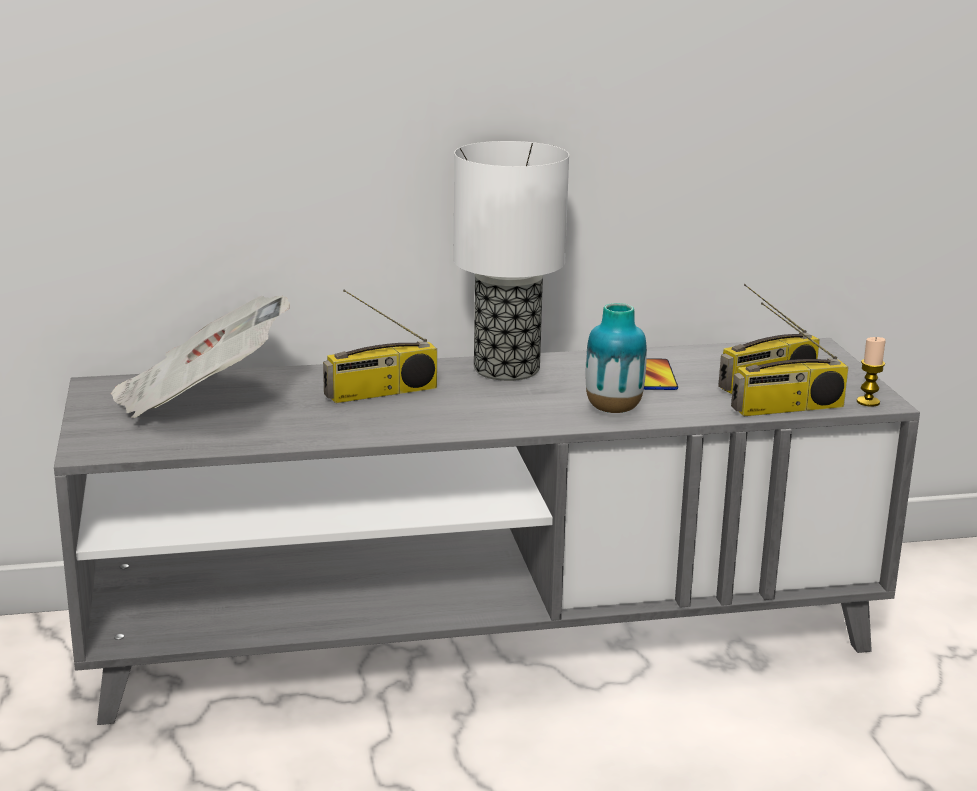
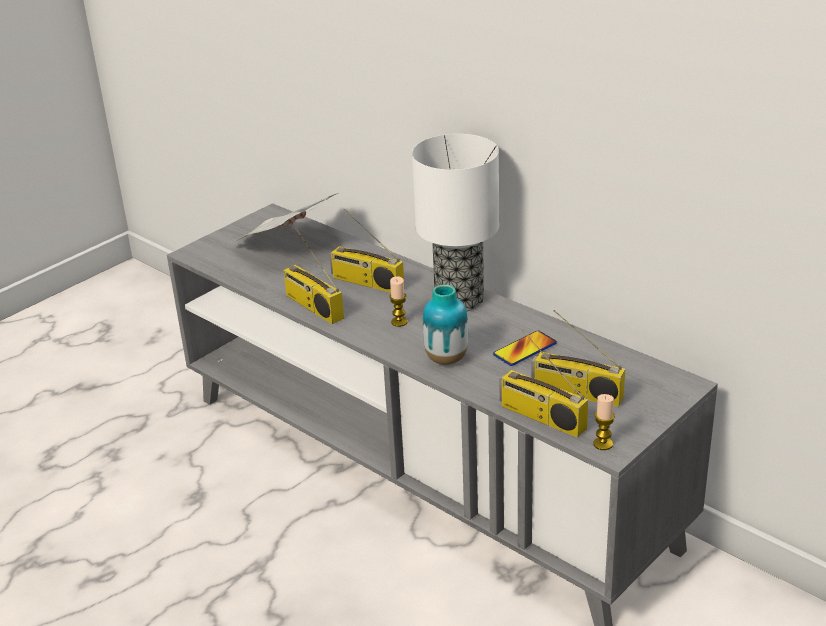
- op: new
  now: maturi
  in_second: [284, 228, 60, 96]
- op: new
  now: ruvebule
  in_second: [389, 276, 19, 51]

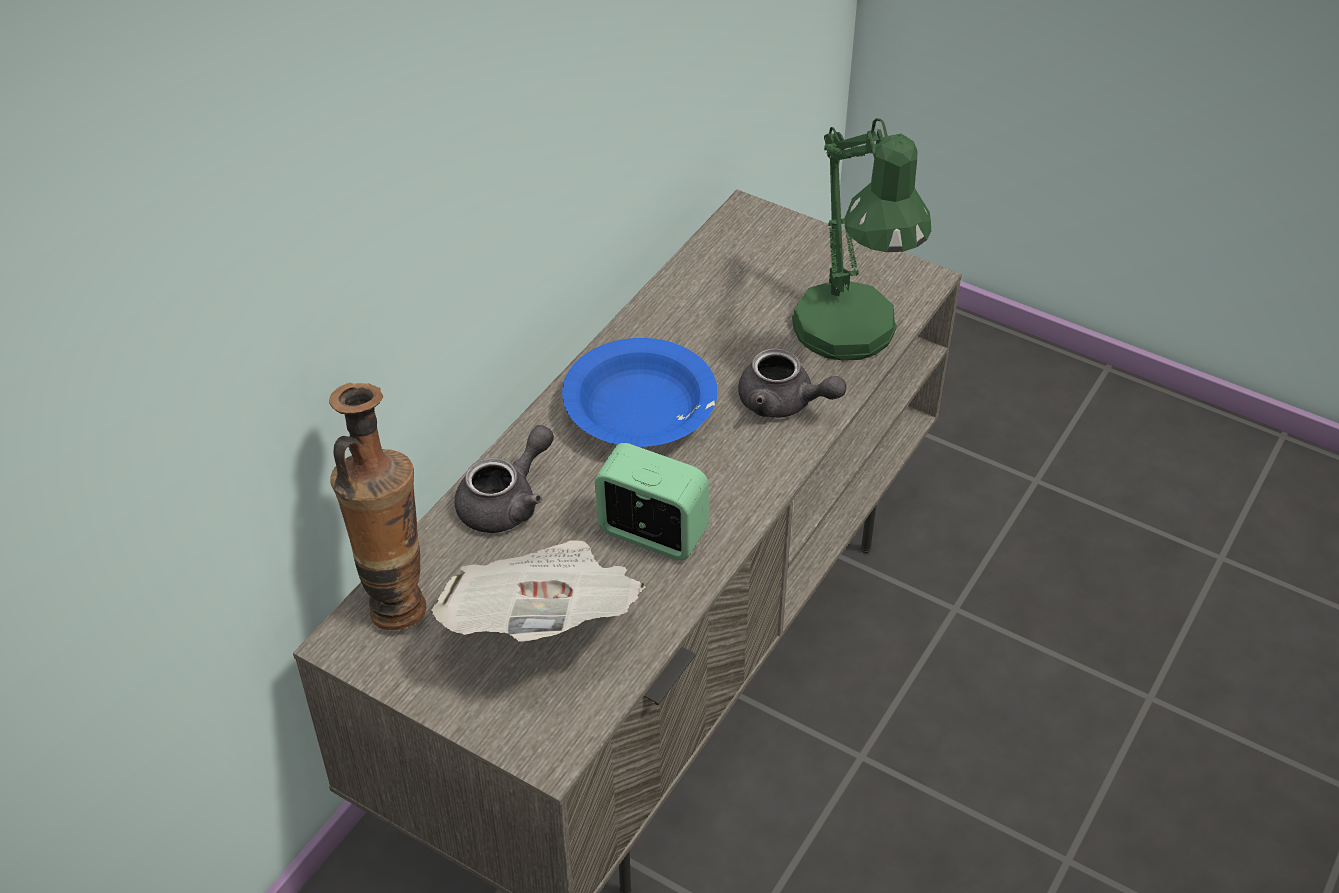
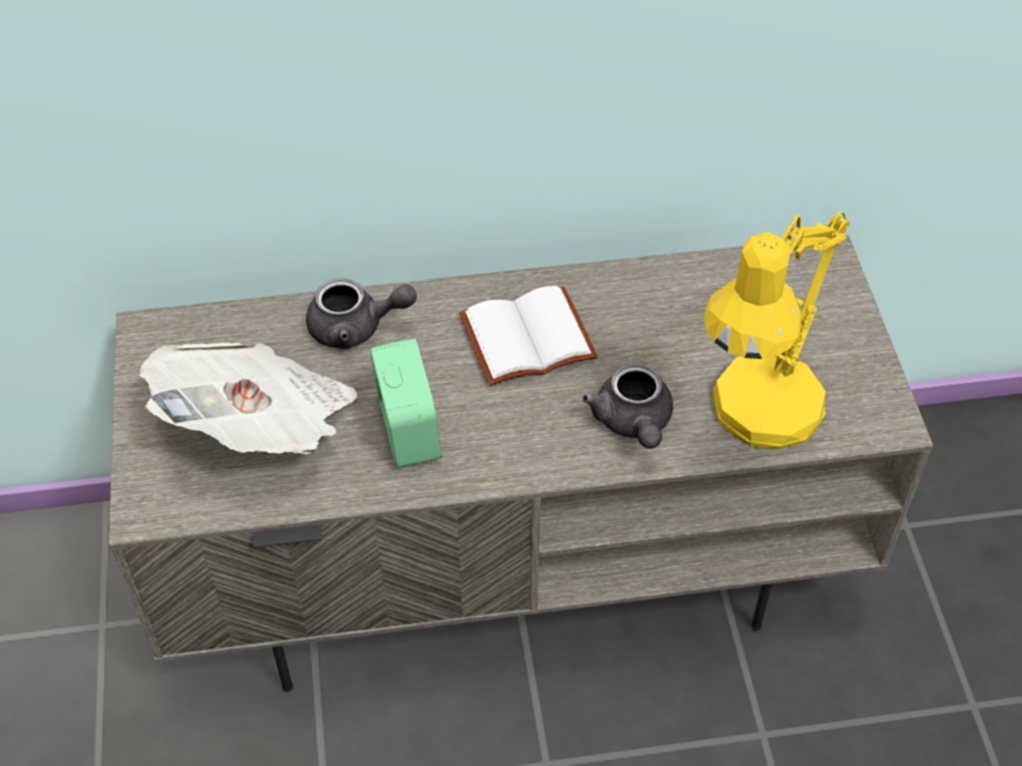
- op: swapped
  was: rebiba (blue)
  now: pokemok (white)
  in_first: [562, 338, 156, 109]
  in_second: [459, 286, 139, 100]
- op: repainted
  was: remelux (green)
  now: remelux (yellow)
  in_first: [792, 118, 139, 243]
  in_second: [704, 212, 146, 237]
- op: gone
  was: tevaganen
  in_first: [329, 383, 97, 247]

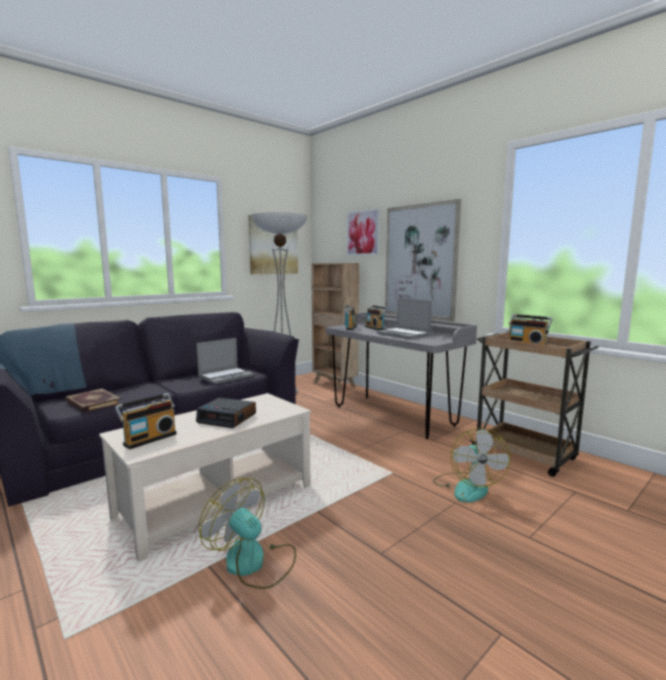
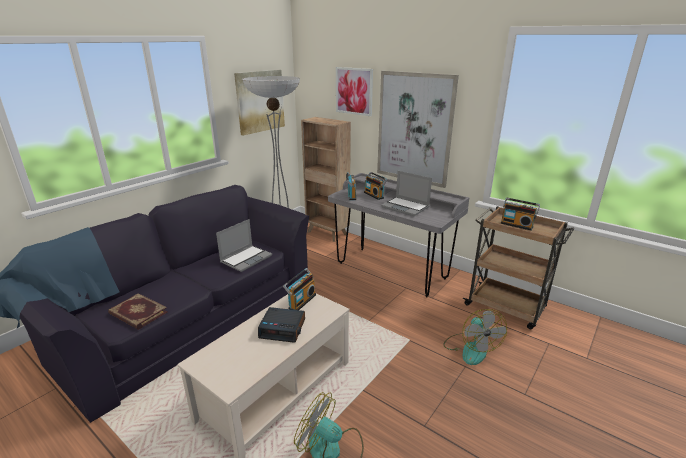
- op: shifted
  was: maturi
  in_first: [115, 393, 62, 56]
  in_second: [283, 268, 33, 42]

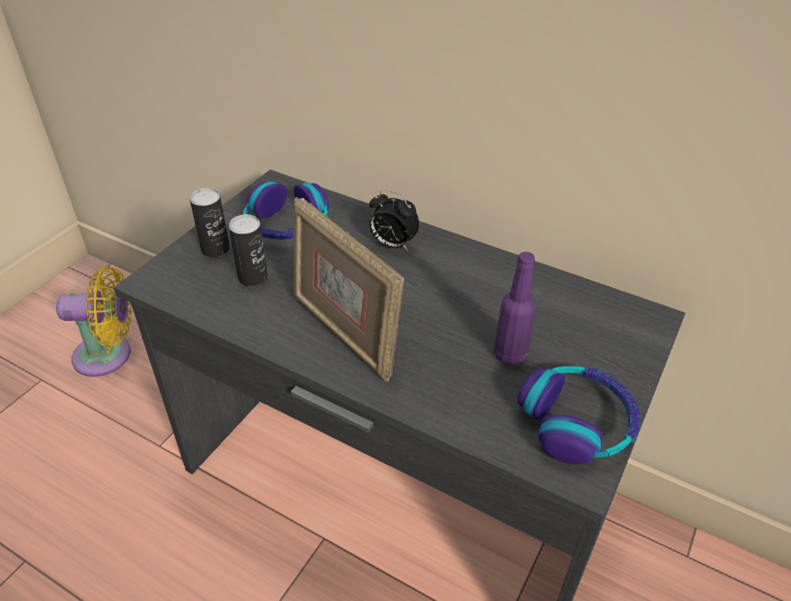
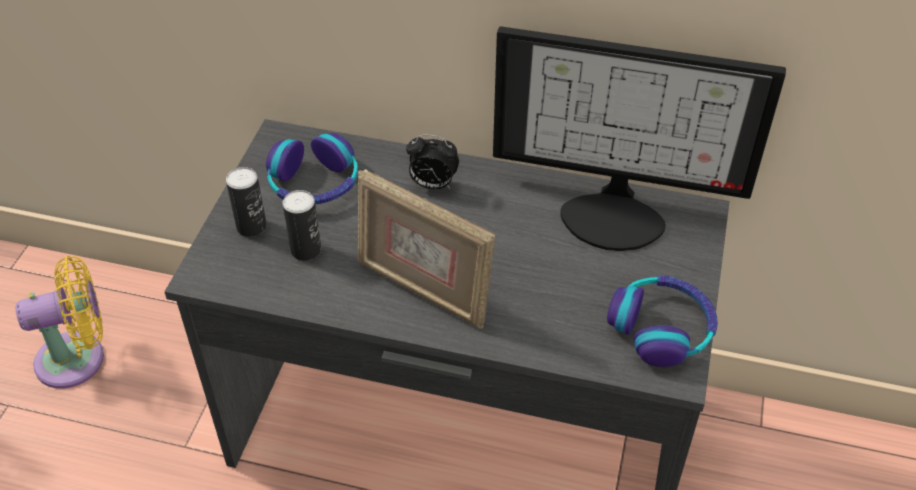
- op: new
  now: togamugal
  in_second: [493, 26, 293, 225]
- op: gone
  was: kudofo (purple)
  in_first: [494, 252, 42, 113]

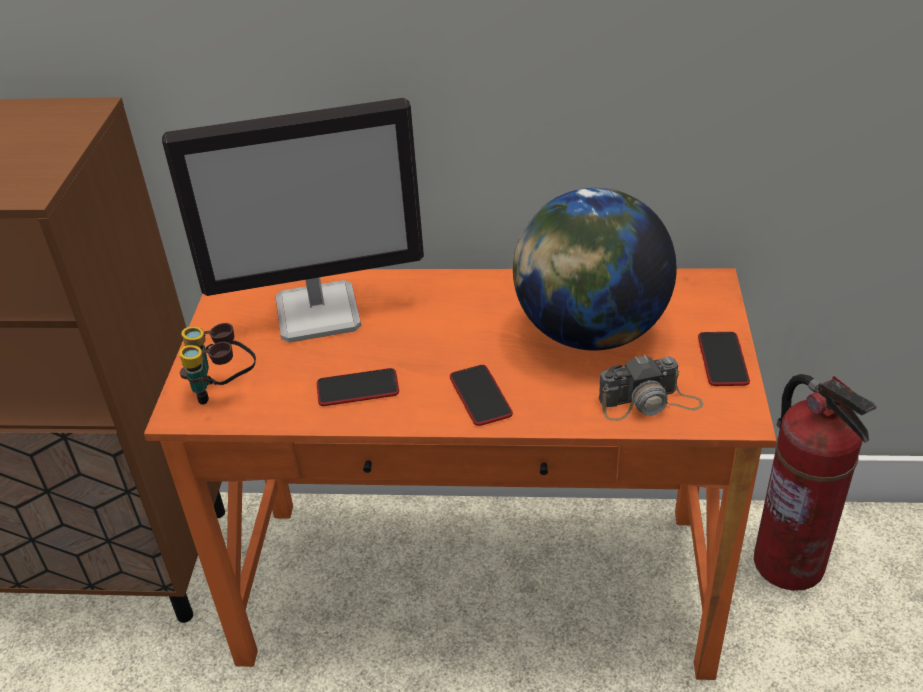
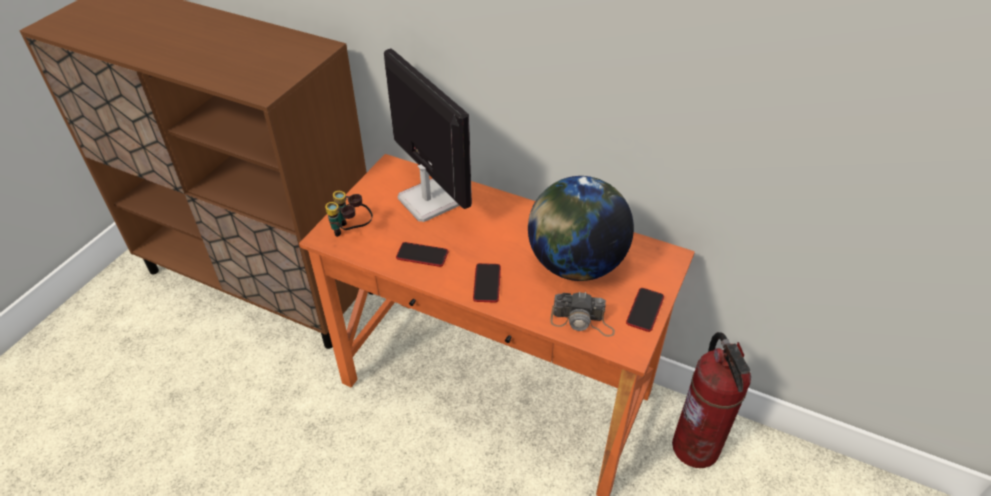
- op: rotated
  was: togamugal
  in_first: [162, 98, 262, 245]
  in_second: [384, 48, 88, 174]
  clockwise: -135

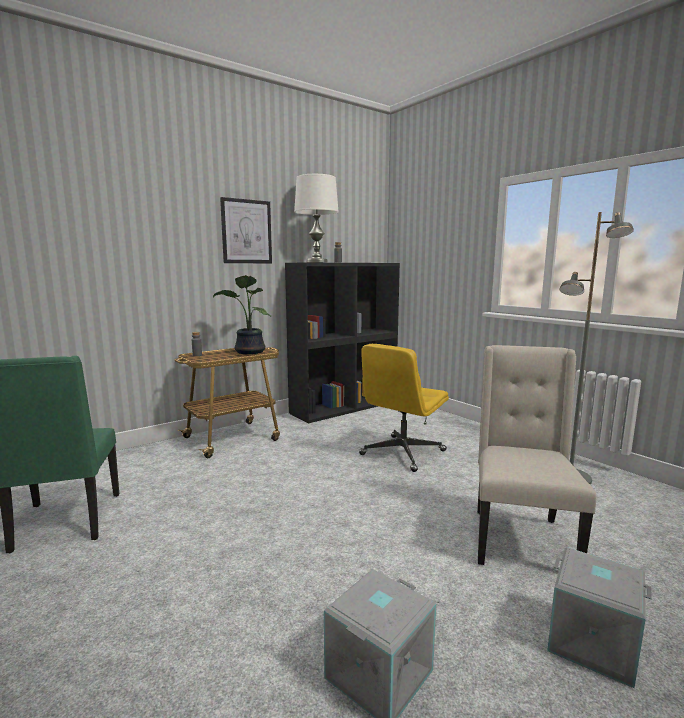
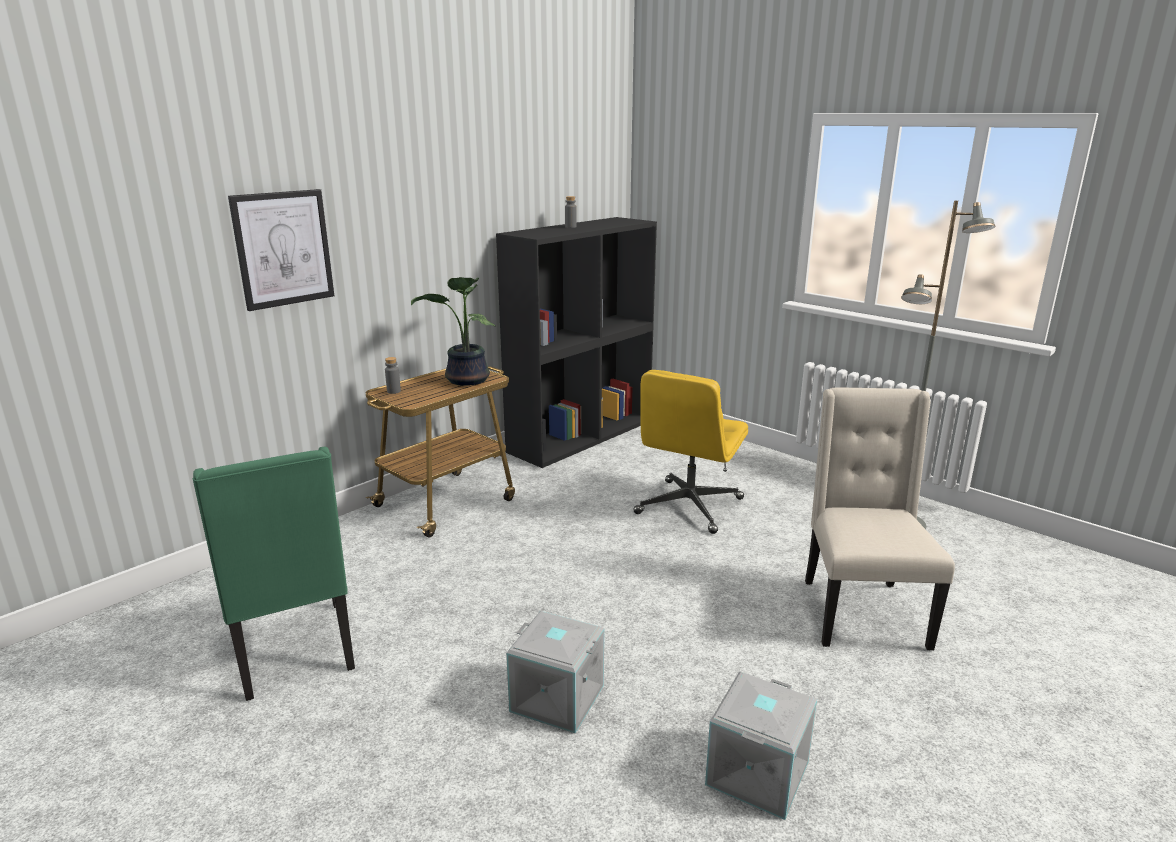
- op: shifted
  was: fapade
  in_first: [220, 197, 52, 66]
  in_second: [228, 189, 106, 122]
- op: shifted
  was: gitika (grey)
  in_first: [547, 547, 105, 141]
  in_second: [506, 611, 98, 122]
- op: gone
  was: remelux (white)
  in_first: [294, 174, 45, 89]

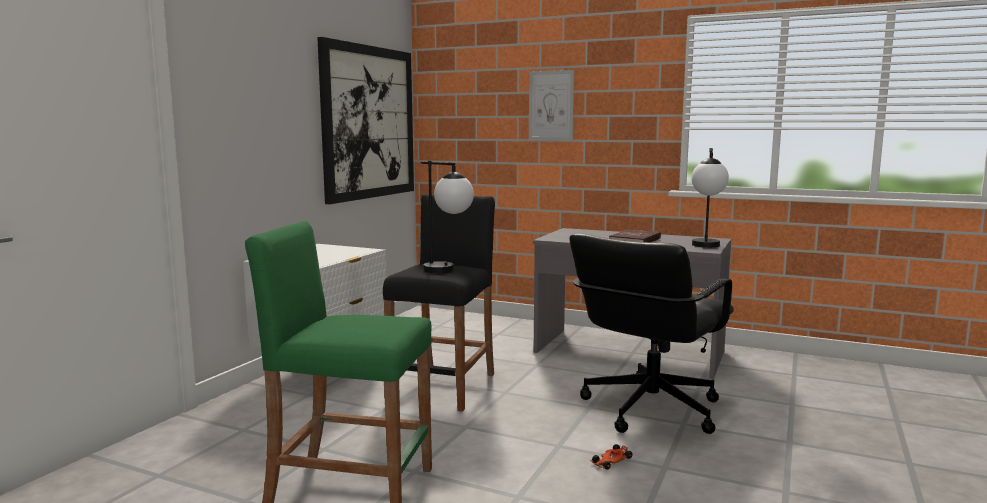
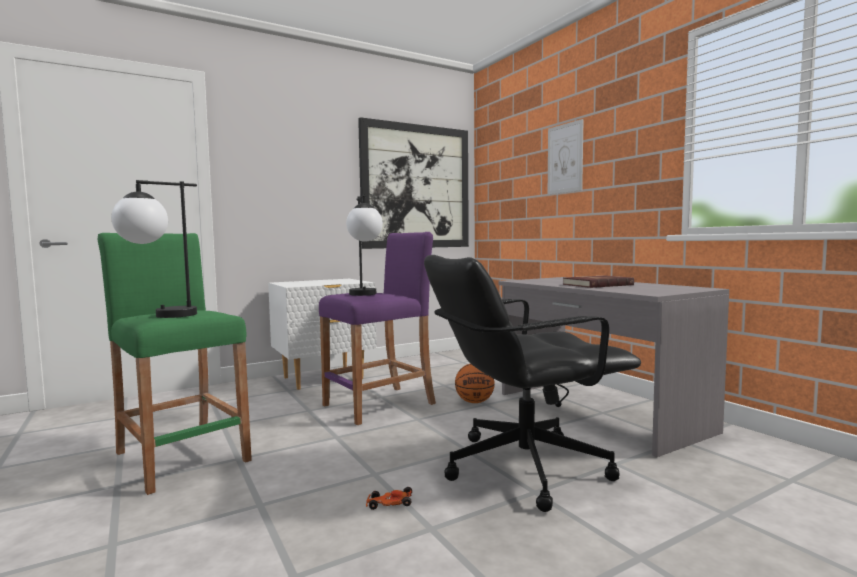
- op: shifted
  was: remelux
  in_first: [692, 148, 37, 100]
  in_second: [111, 180, 86, 138]
- op: repainted
  was: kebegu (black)
  now: kebegu (purple)
  in_first: [383, 194, 112, 218]
  in_second: [319, 232, 117, 193]
- op: new
  now: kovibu
  in_second: [455, 364, 40, 39]

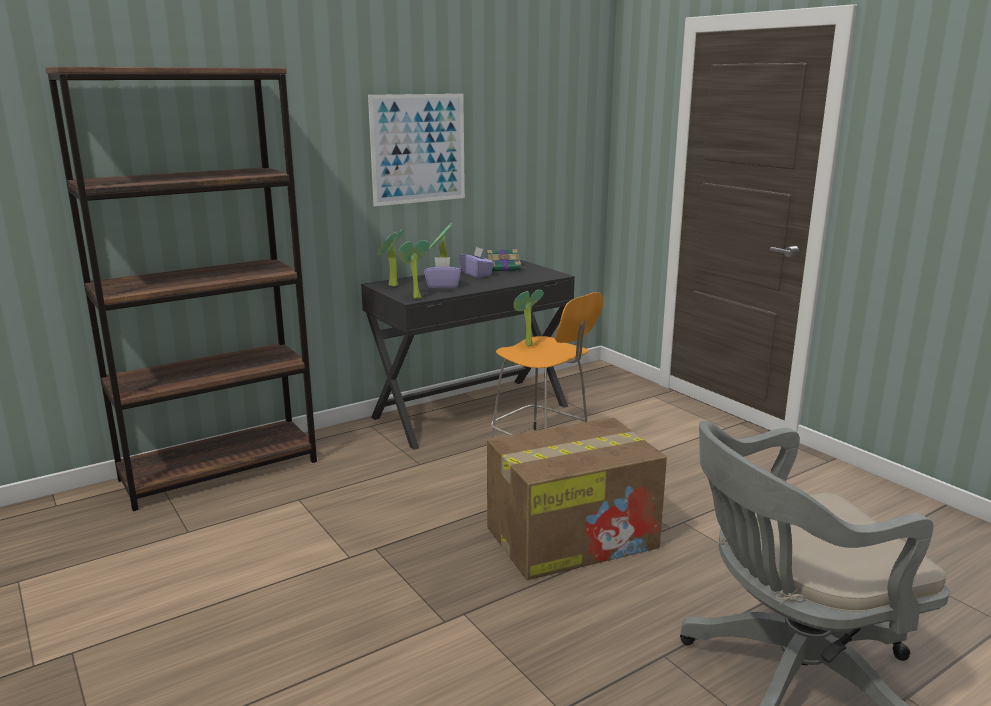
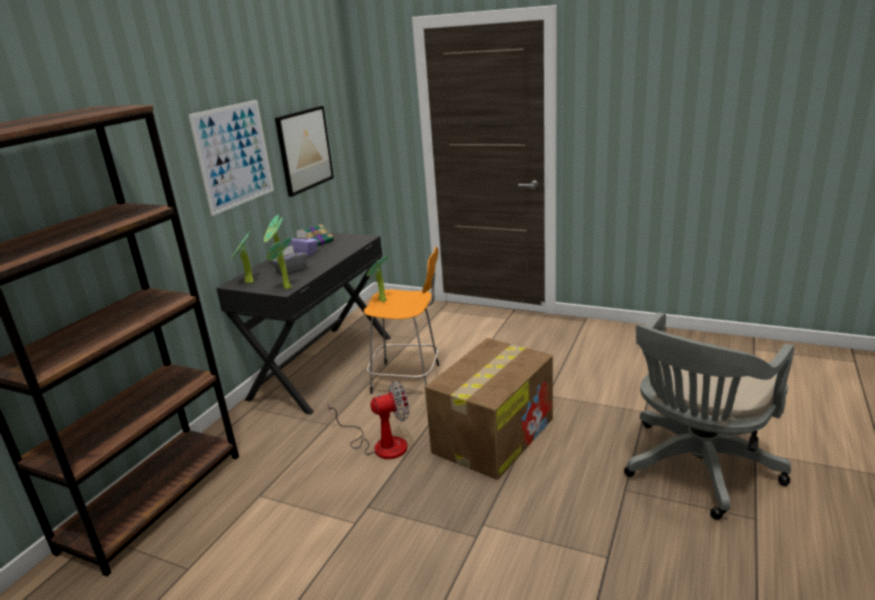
- op: repainted
  was: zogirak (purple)
  now: zogirak (grey)
  in_first: [424, 257, 37, 31]
  in_second: [271, 245, 36, 30]
- op: new
  now: fapade
  in_second: [275, 106, 59, 91]
- op: new
  now: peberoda
  in_second: [327, 380, 82, 79]

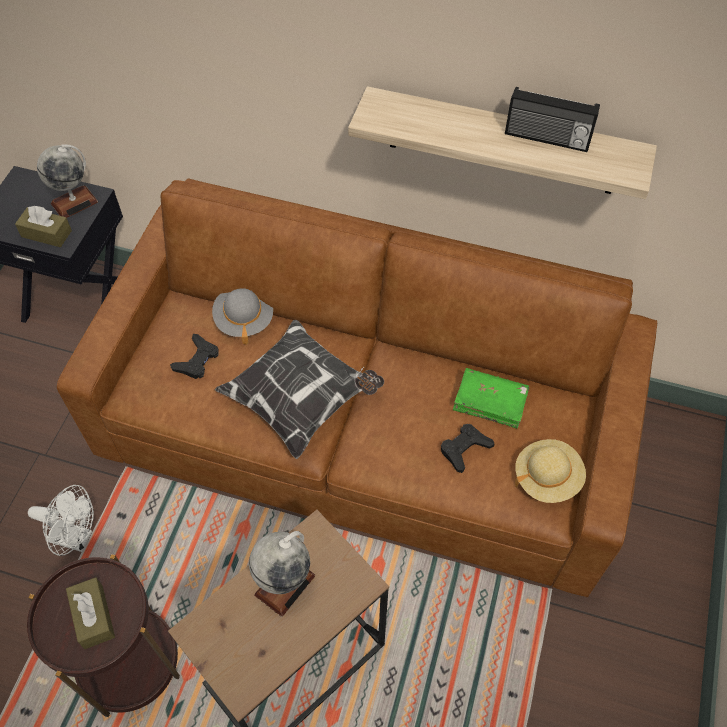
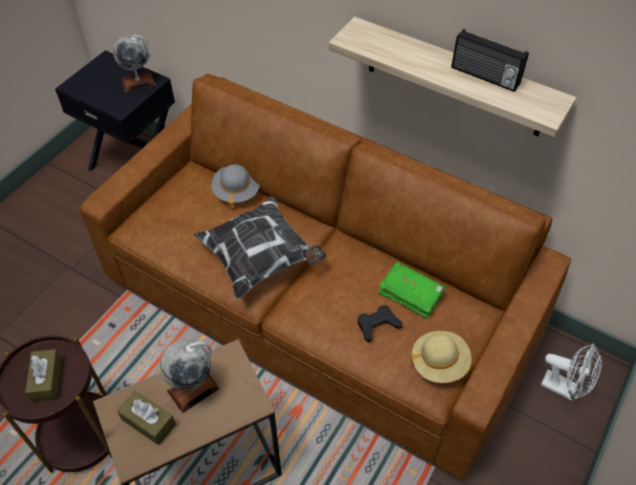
- op: shifted
  was: zogirak (brown)
  in_first: [15, 206, 57, 41]
  in_second: [117, 391, 59, 54]
- op: shifted
  was: peberoda (white)
  in_first: [28, 485, 66, 71]
  in_second: [541, 344, 61, 57]
- op: gone
  was: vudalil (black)
  in_first: [170, 334, 49, 45]

